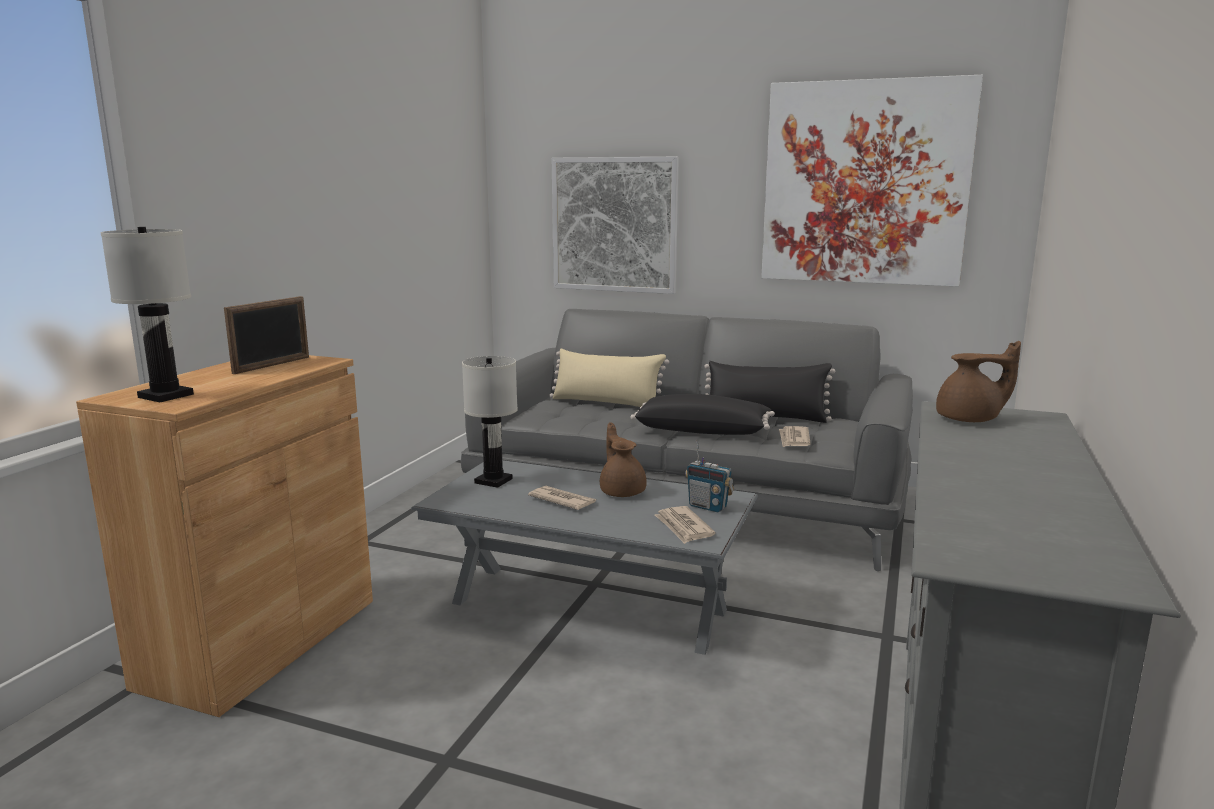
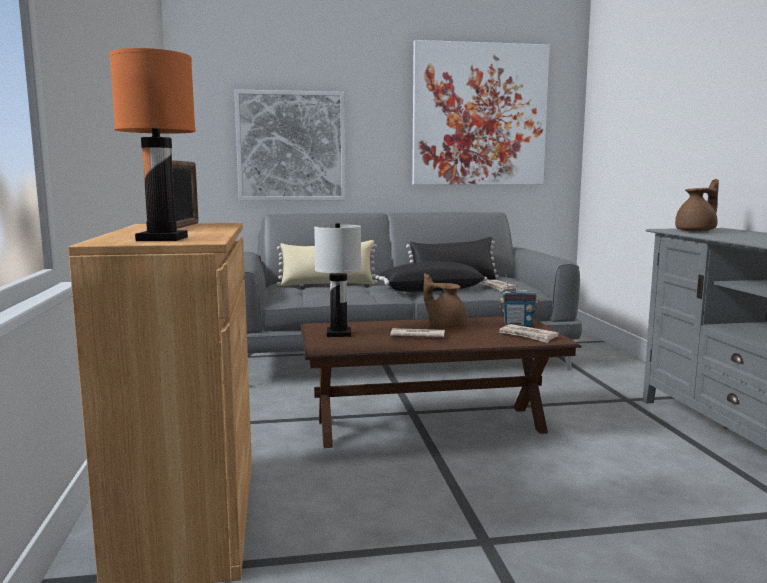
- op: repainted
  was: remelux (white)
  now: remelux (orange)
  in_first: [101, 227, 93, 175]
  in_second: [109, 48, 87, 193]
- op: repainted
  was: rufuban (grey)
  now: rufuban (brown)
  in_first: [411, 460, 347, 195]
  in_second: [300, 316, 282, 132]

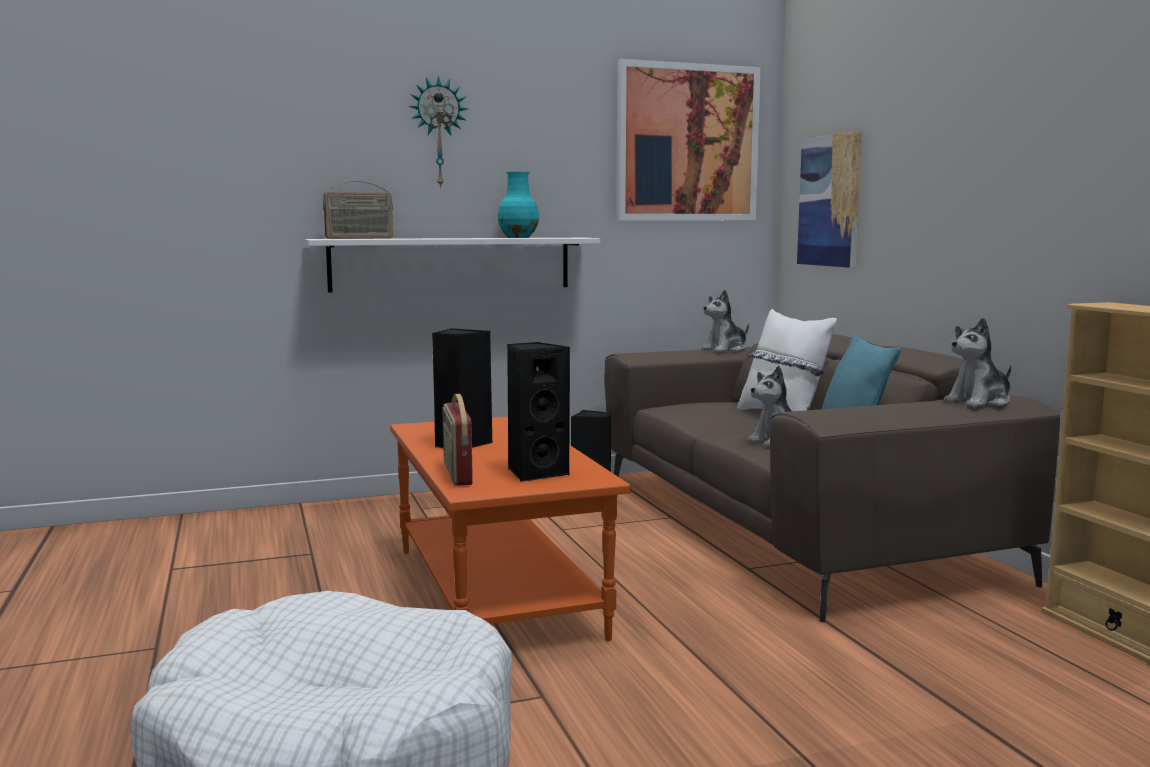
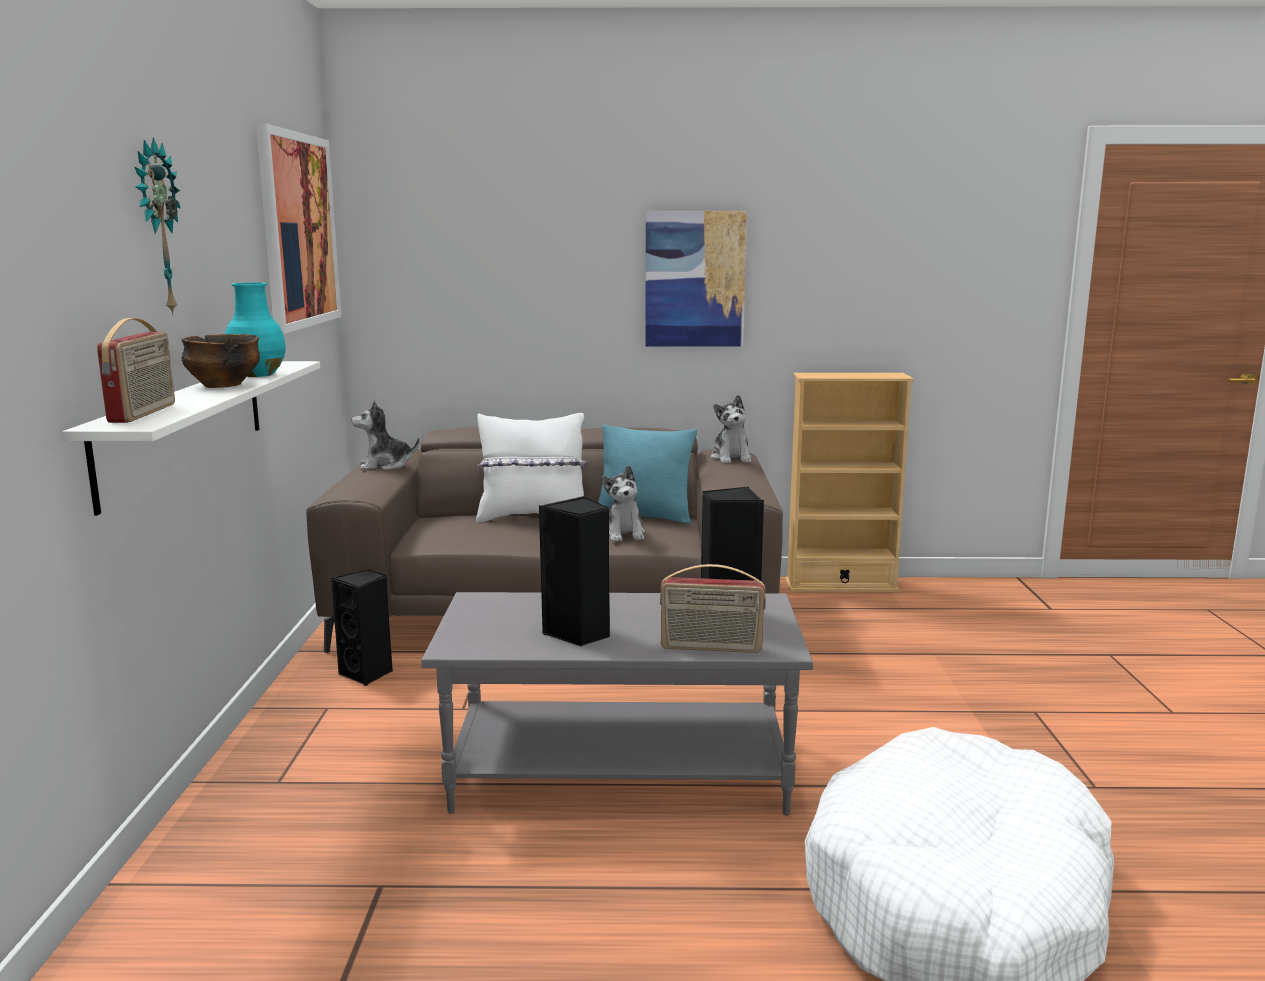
- op: new
  now: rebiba
  in_second: [181, 334, 79, 54]
- op: rotated
  was: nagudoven
  in_first: [701, 290, 48, 62]
  in_second: [351, 401, 69, 69]
  clockwise: 90
- op: repainted
  was: rufuban (orange)
  now: rufuban (grey)
  in_first: [390, 417, 241, 224]
  in_second: [421, 592, 392, 224]
- op: shifted
  was: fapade
  in_first: [797, 131, 65, 137]
  in_second: [645, 211, 102, 136]

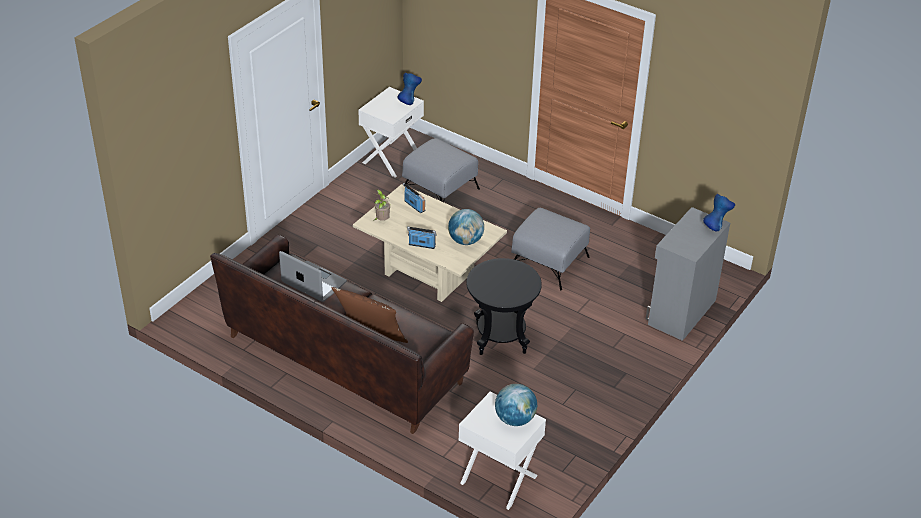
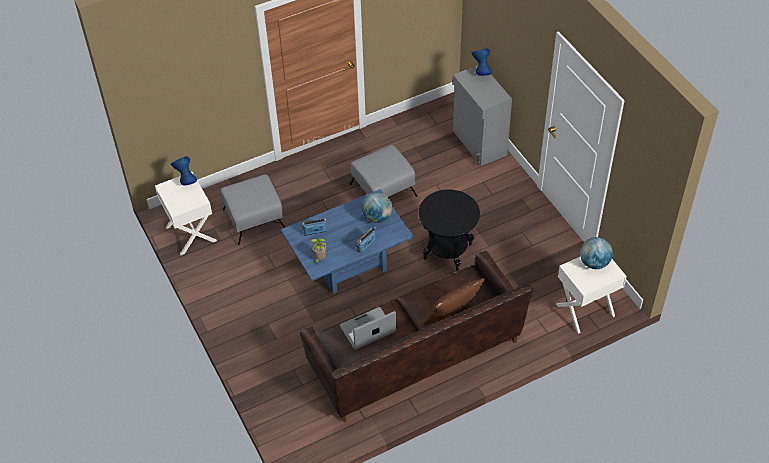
- op: repainted
  was: rufuban (beige)
  now: rufuban (blue)
  in_first: [353, 184, 154, 118]
  in_second: [281, 189, 133, 104]

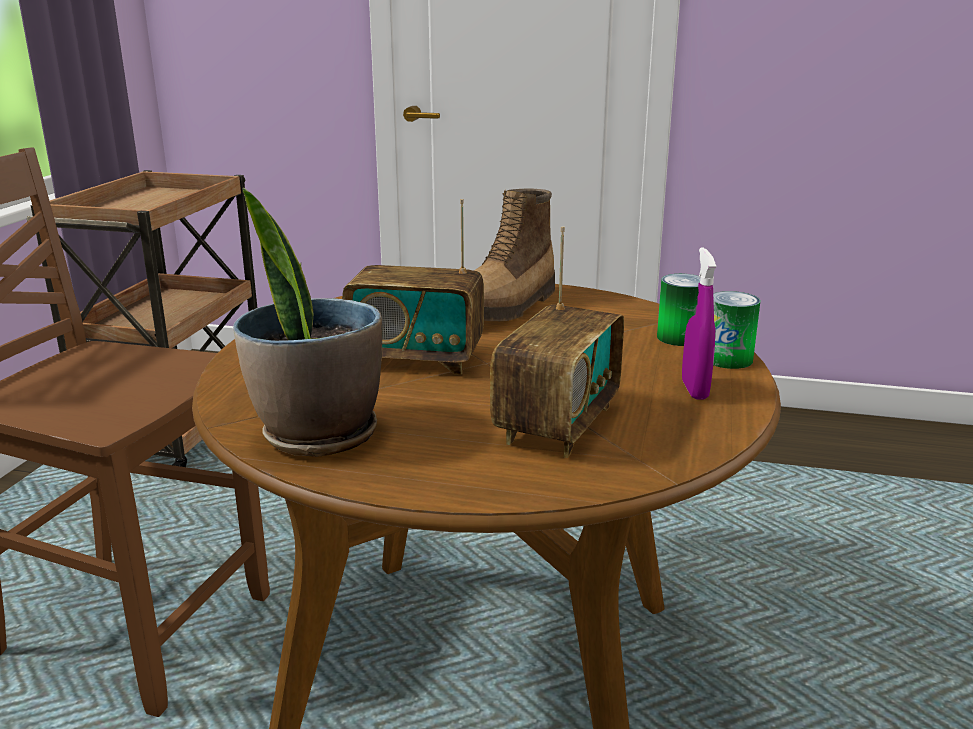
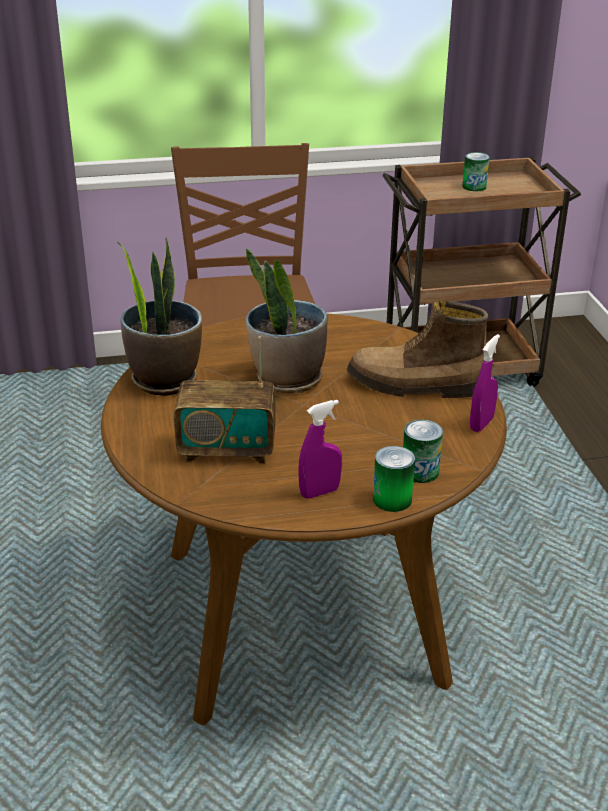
- op: swapped
  was: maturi
  now: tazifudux
  in_first: [342, 199, 142, 176]
  in_second: [246, 248, 82, 146]
- op: new
  now: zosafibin
  in_second: [462, 152, 28, 39]
- op: new
  now: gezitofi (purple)
  in_second: [470, 334, 30, 98]

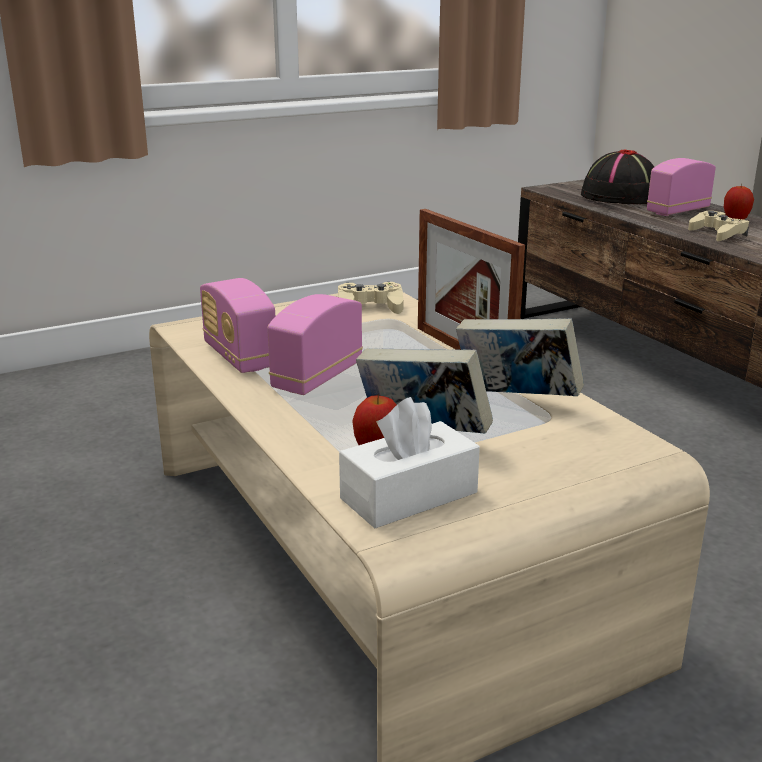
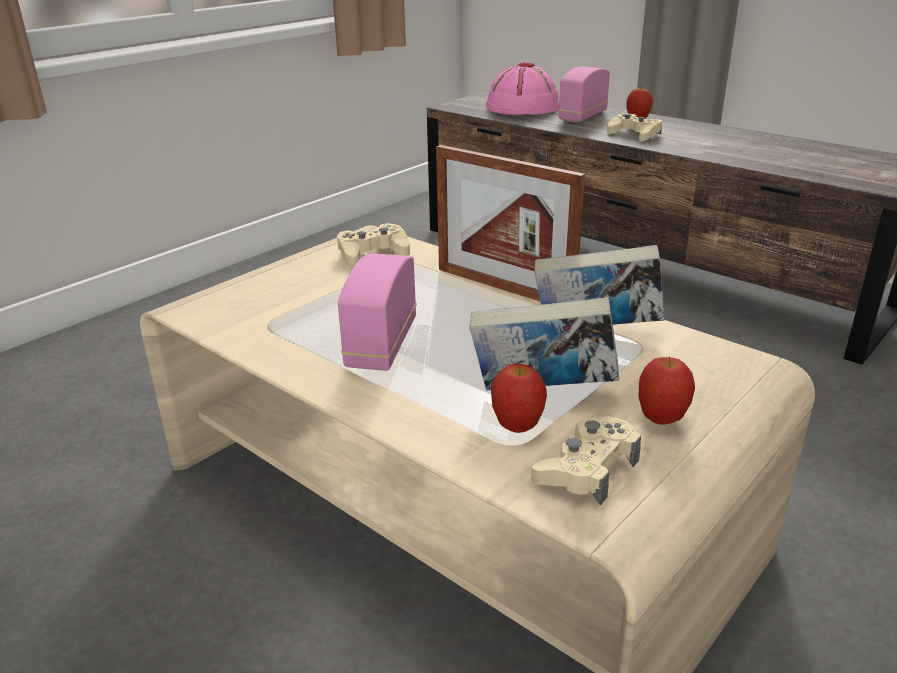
- op: repainted
  was: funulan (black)
  now: funulan (pink)
  in_first: [581, 150, 73, 54]
  in_second: [486, 63, 73, 52]
- op: swapped
  was: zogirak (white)
  now: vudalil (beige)
  in_first: [339, 397, 141, 131]
  in_second: [531, 416, 110, 89]
- op: new
  now: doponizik
  in_second: [638, 356, 57, 69]
- op: gone
  was: maturi
  in_first: [200, 278, 75, 95]

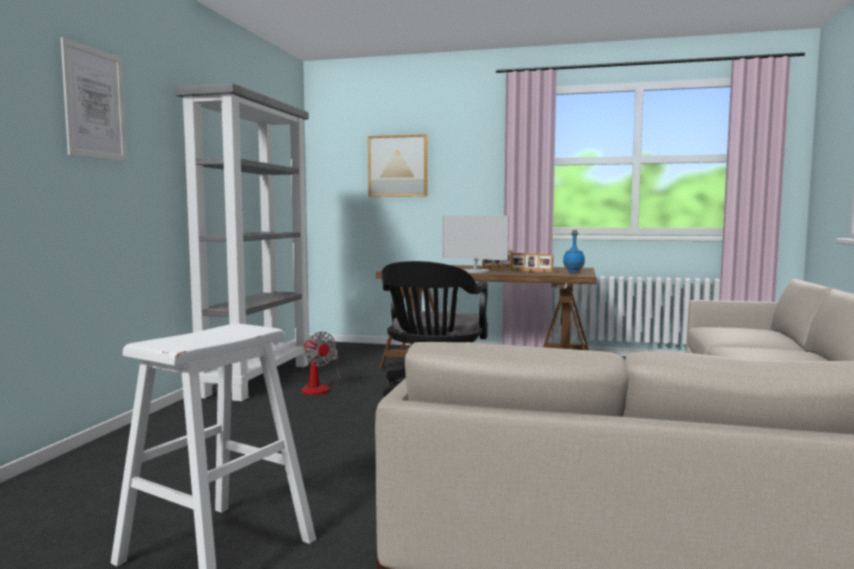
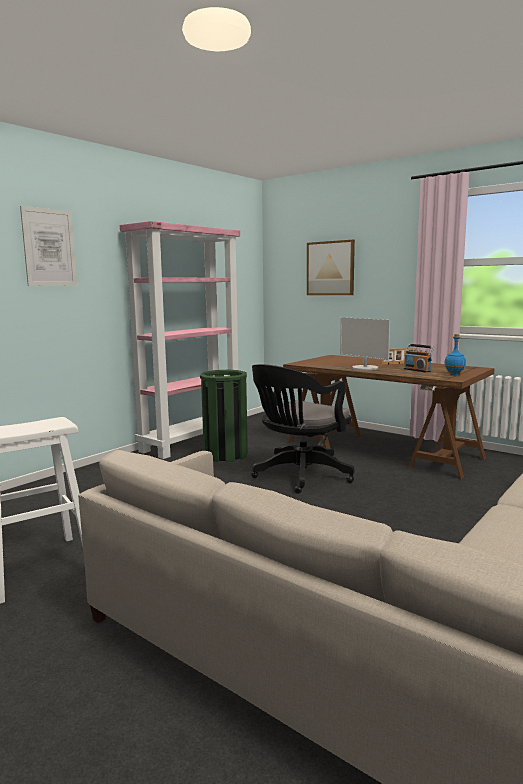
- op: repainted
  was: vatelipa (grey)
  now: vatelipa (pink)
  in_first: [175, 83, 134, 318]
  in_second: [120, 221, 120, 238]
- op: swapped
  was: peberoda
  now: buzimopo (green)
  in_first: [302, 332, 39, 63]
  in_second: [200, 370, 48, 92]
- op: swapped
  was: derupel
  now: maturi
  in_first: [510, 253, 44, 19]
  in_second: [404, 344, 30, 29]

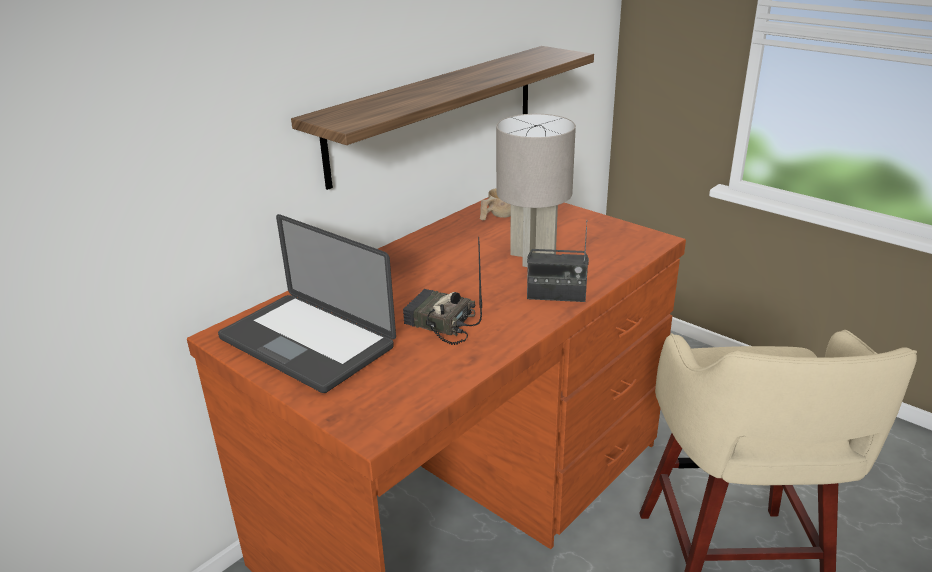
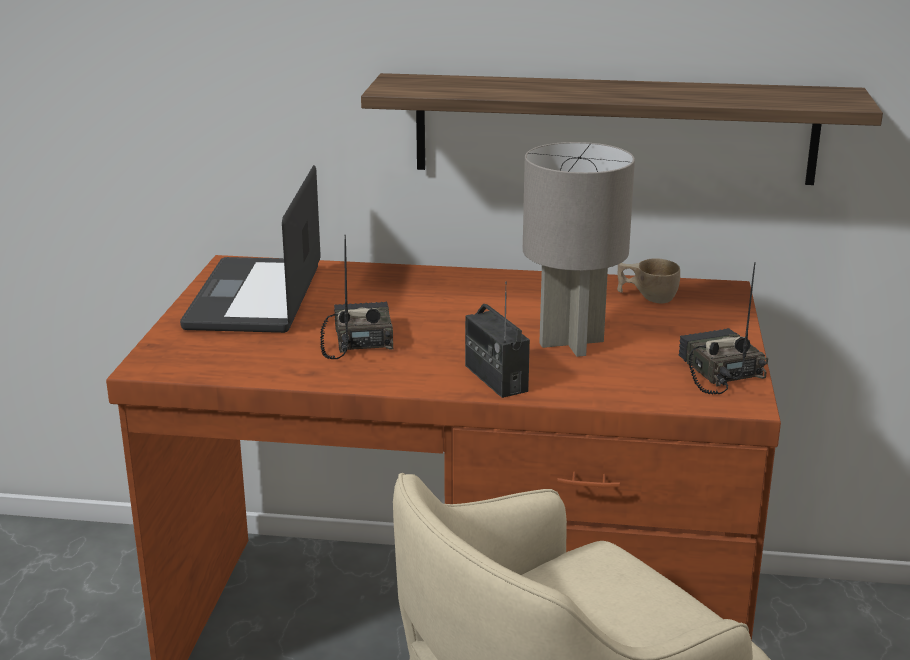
- op: new
  now: maturi
  in_second: [679, 262, 89, 132]

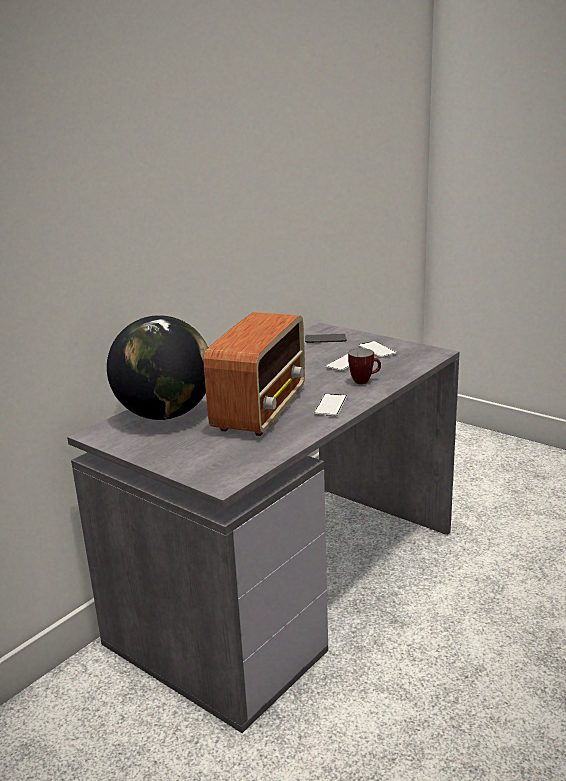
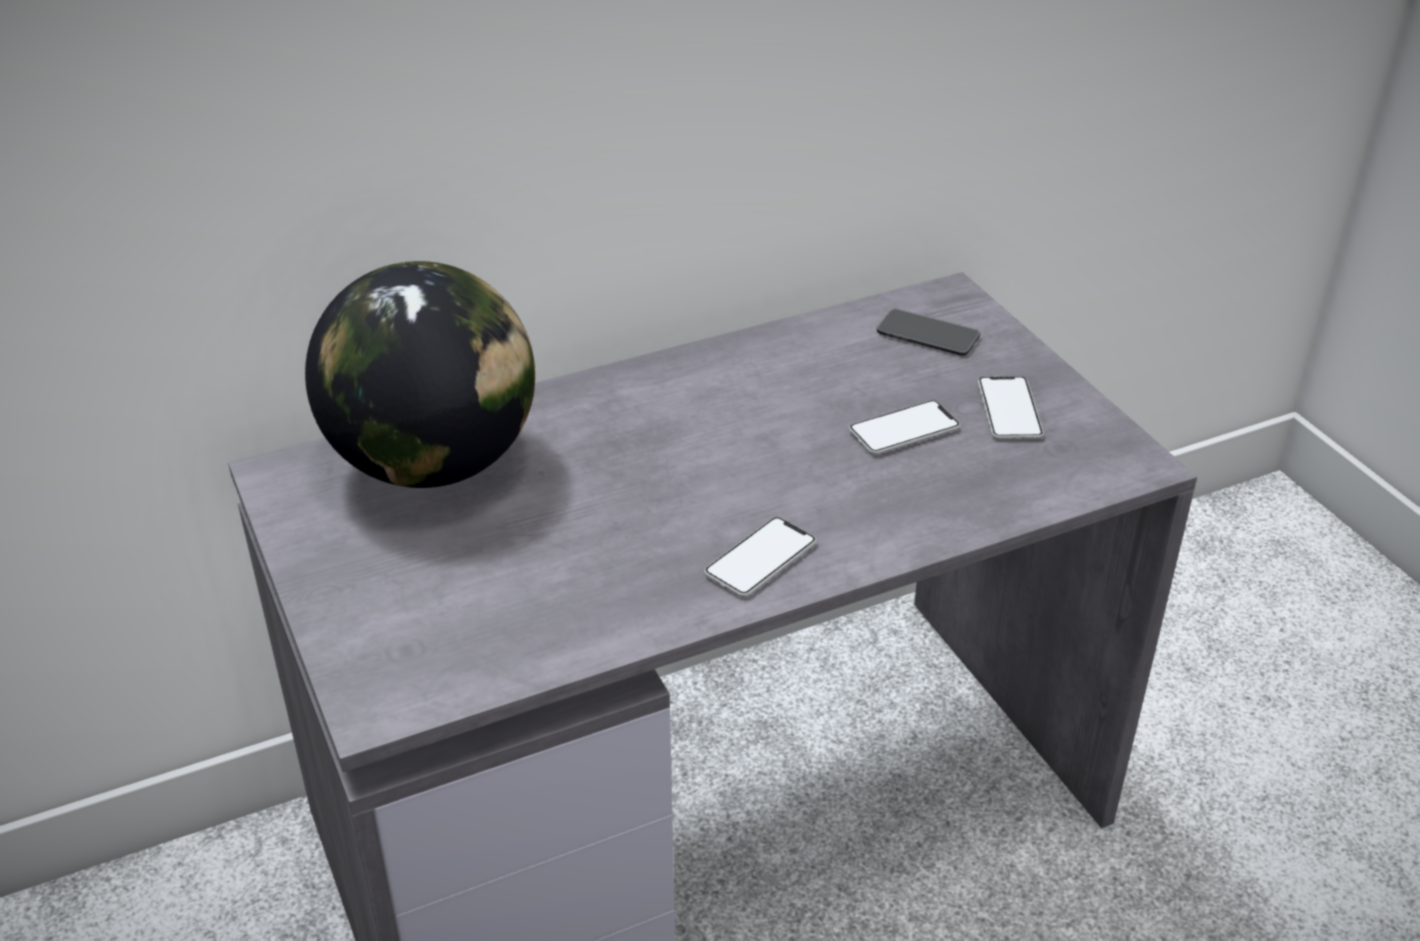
- op: gone
  was: maturi
  in_first: [204, 312, 101, 124]
- op: gone
  was: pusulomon
  in_first: [348, 348, 33, 36]

